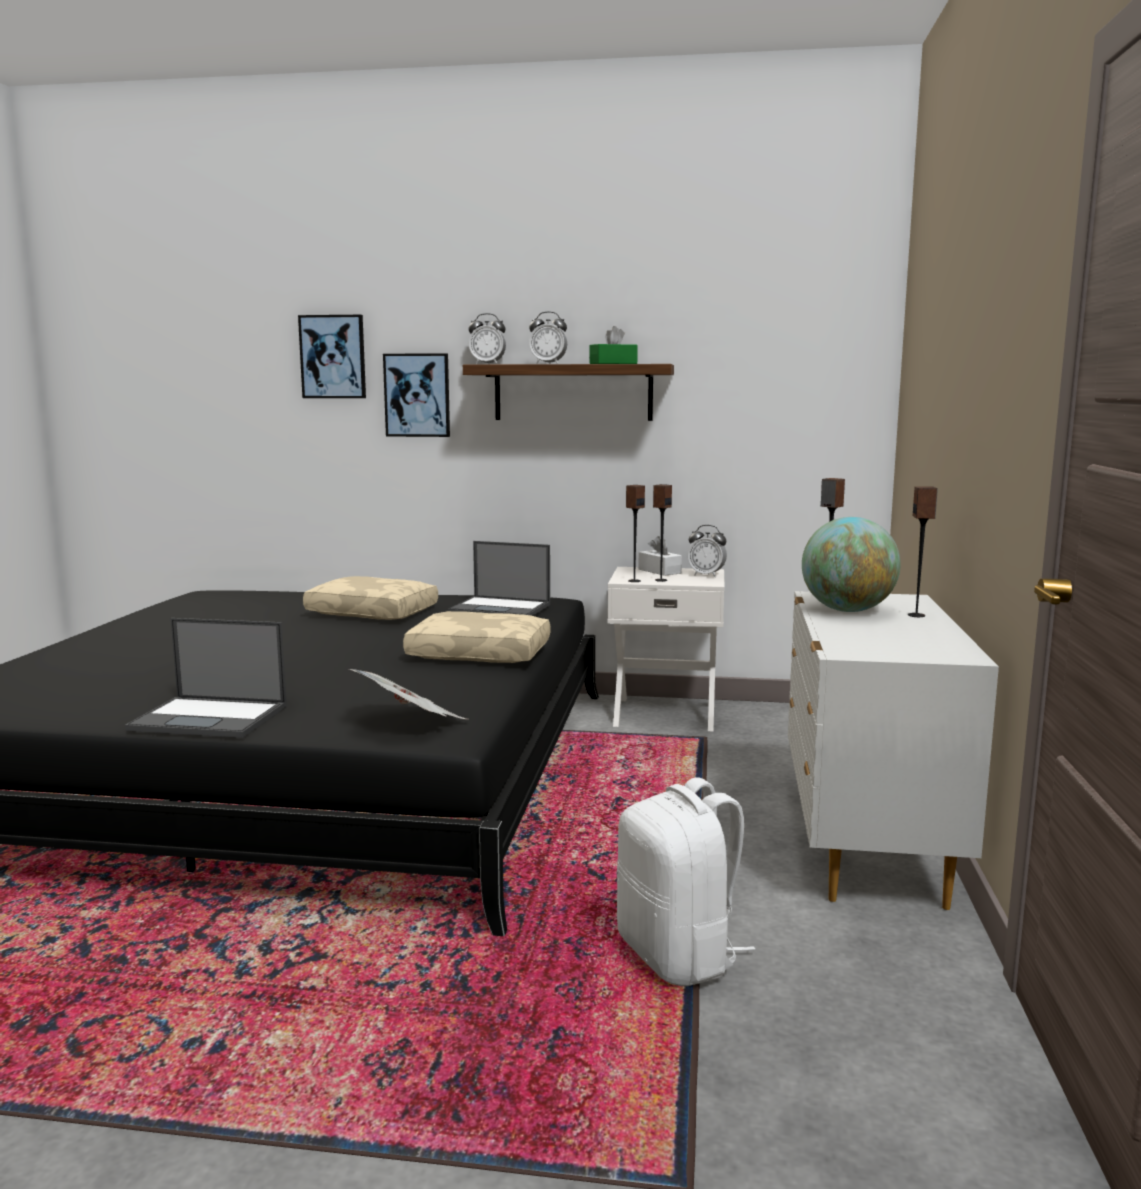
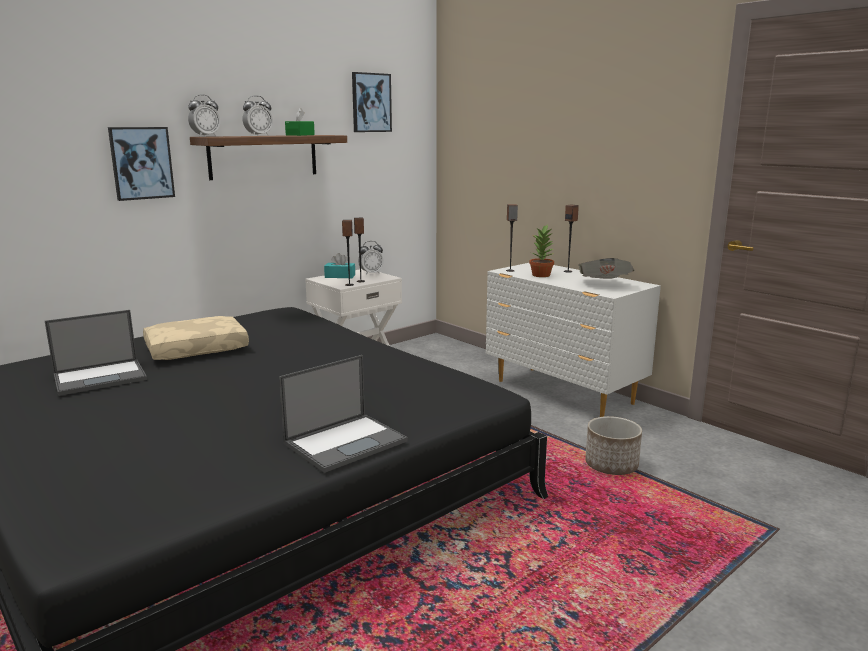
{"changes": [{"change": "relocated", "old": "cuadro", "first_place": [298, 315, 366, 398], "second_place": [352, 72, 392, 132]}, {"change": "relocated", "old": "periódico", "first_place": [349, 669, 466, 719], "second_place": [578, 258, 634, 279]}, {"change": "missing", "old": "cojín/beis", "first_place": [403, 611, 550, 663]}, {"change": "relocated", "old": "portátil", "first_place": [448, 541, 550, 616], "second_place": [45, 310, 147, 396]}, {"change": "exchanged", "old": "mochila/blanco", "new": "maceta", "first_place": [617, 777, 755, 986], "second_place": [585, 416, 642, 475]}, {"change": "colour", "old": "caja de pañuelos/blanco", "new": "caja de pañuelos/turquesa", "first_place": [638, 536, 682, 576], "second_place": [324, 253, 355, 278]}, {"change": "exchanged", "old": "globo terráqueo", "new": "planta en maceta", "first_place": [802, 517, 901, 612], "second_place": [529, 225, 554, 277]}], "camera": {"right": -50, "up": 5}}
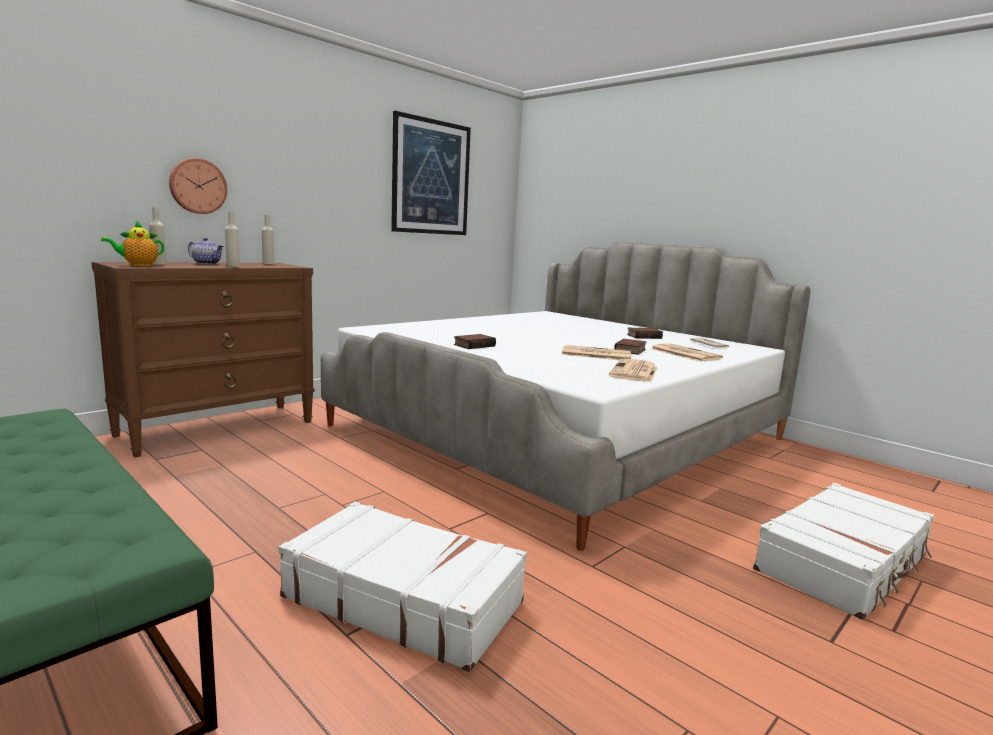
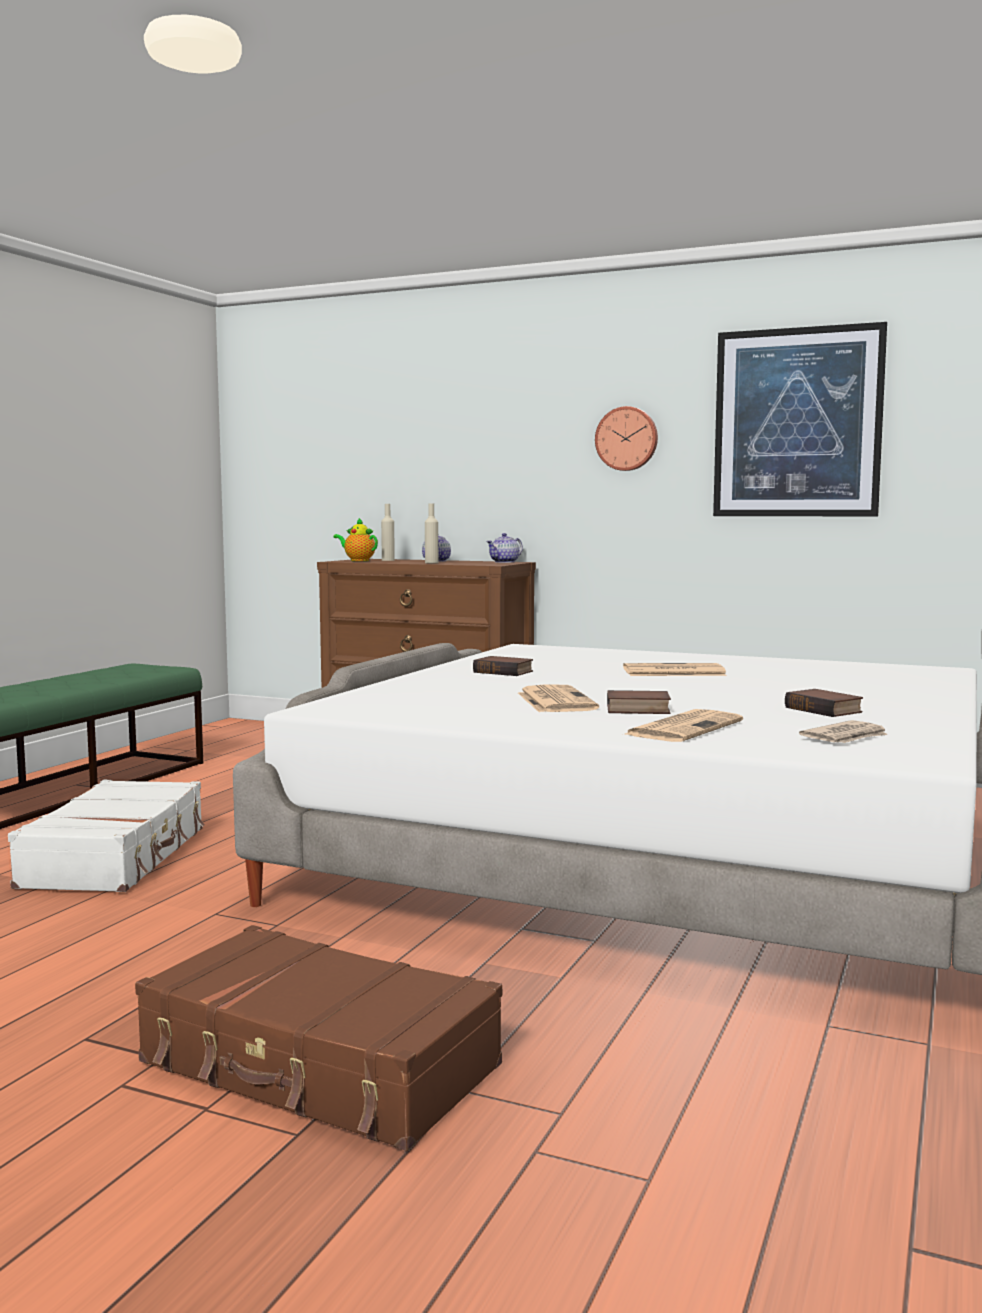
{"changes": [{"change": "relocated", "old": "reloj de pared", "first_place": [169, 158, 227, 214], "second_place": [595, 406, 658, 471]}, {"change": "exchanged", "old": "botella/beis", "new": "tetera", "first_place": [262, 215, 274, 264], "second_place": [486, 533, 523, 563]}, {"change": "relocated", "old": "periódico", "first_place": [609, 358, 658, 382], "second_place": [623, 663, 727, 676]}, {"change": "colour", "old": "maleta/blanco", "new": "maleta/marrón", "first_place": [753, 483, 934, 620], "second_place": [135, 925, 502, 1151]}], "camera": {"right": 70, "up": -5}}
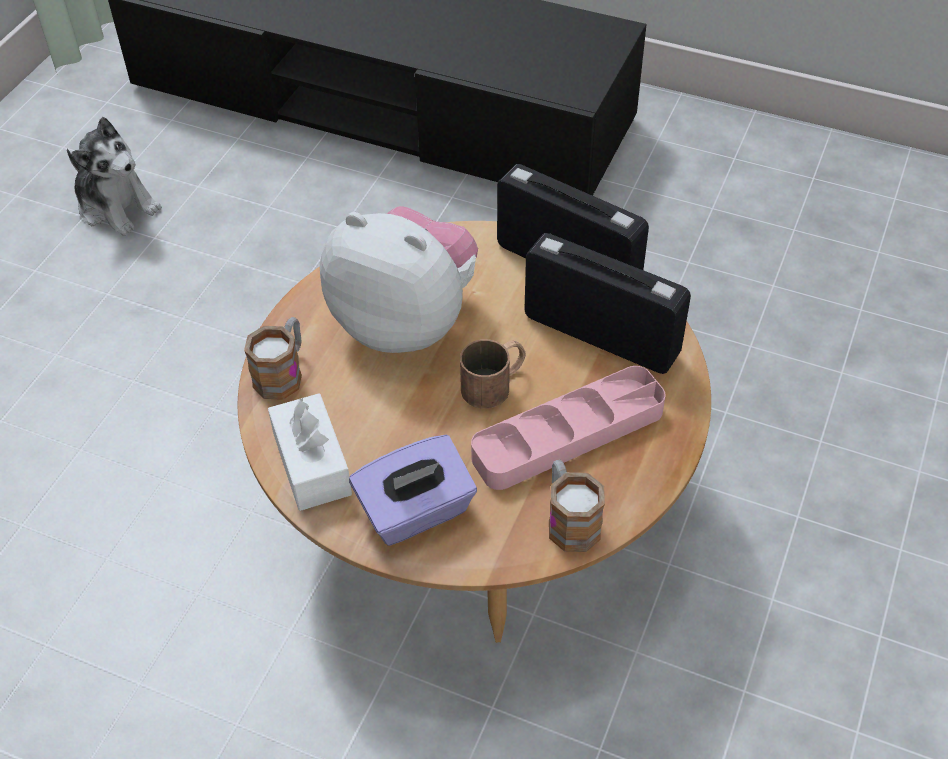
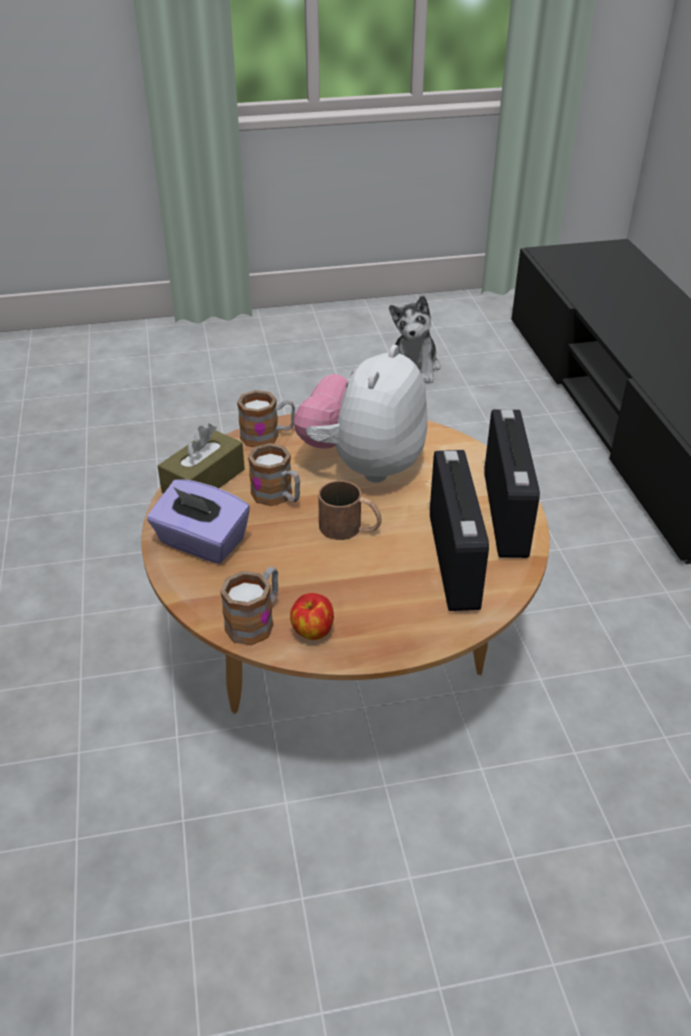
{"changes": [{"change": "colour", "old": "caja de pañuelos/blanco", "new": "caja de pañuelos/marrón", "first_place": [268, 393, 352, 511], "second_place": [158, 424, 245, 494]}, {"change": "spun", "old": "peluche", "first_place": [320, 206, 478, 353], "second_place": [294, 345, 427, 483], "degrees": -150}, {"change": "missing", "old": "bandeja/rosa", "first_place": [471, 366, 665, 490]}, {"change": "appeared", "new": "taza grande", "second_place": [248, 443, 300, 506]}, {"change": "appeared", "new": "manzana", "second_place": [290, 593, 334, 640]}], "camera": {"right": 55, "up": -10}}
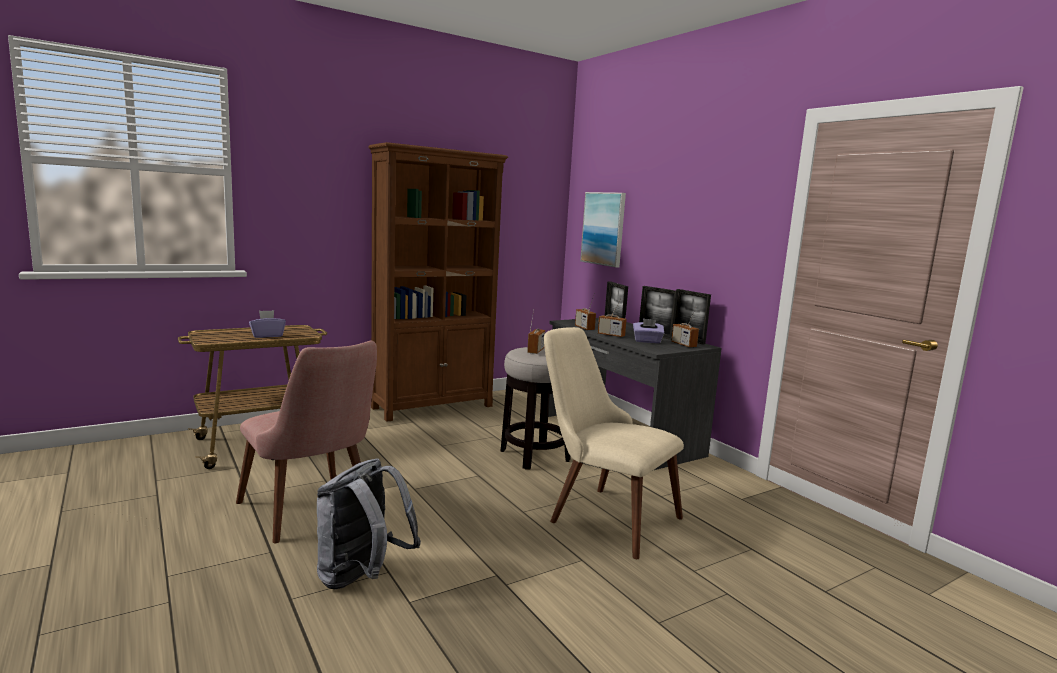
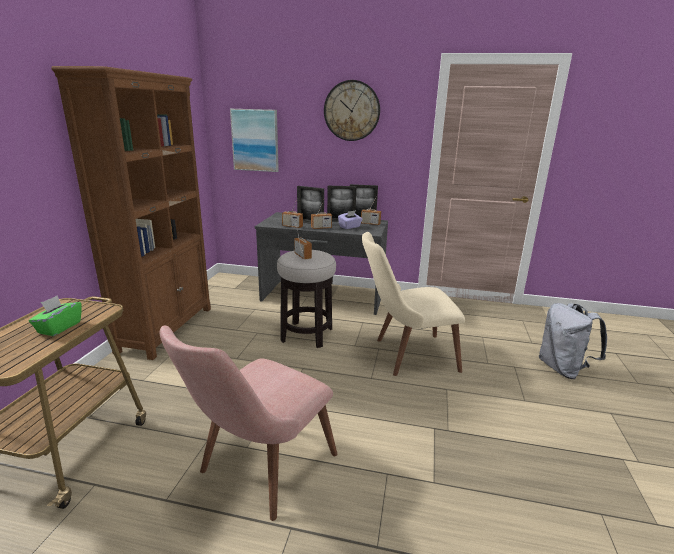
{"changes": [{"change": "spun", "old": "silla/rosa", "first_place": [236, 340, 377, 543], "second_place": [159, 325, 337, 521], "degrees": 120}, {"change": "colour", "old": "caja de pañuelos/morado", "new": "caja de pañuelos/verde", "first_place": [249, 310, 286, 338], "second_place": [29, 295, 82, 336]}, {"change": "relocated", "old": "mochila/gris", "first_place": [317, 459, 421, 589], "second_place": [539, 303, 607, 379]}, {"change": "appeared", "new": "reloj de pared", "second_place": [324, 80, 380, 141]}], "camera": {"right": -45, "up": 10}}
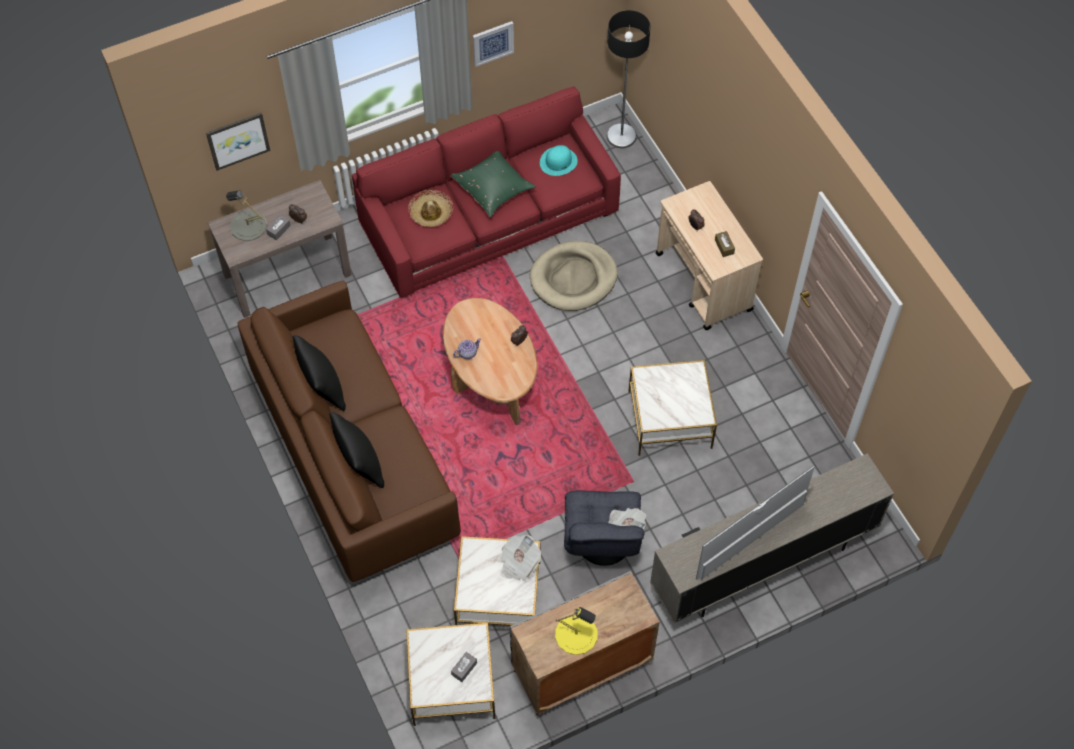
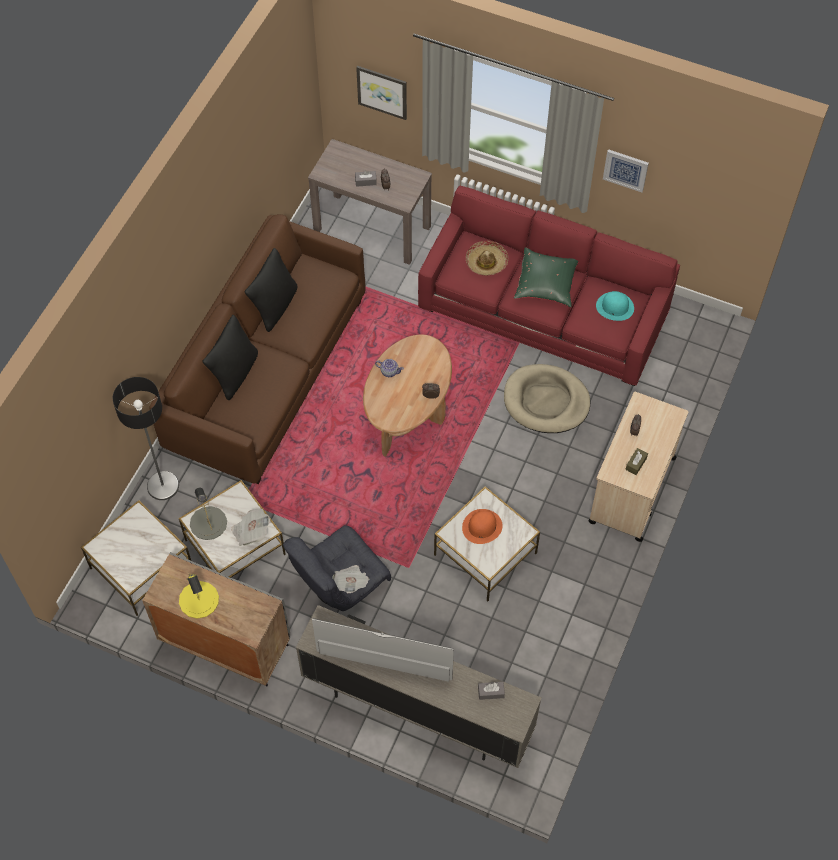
{"changes": [{"change": "relocated", "old": "lámpara de mesa/gris", "first_place": [226, 190, 267, 241], "second_place": [190, 488, 227, 540]}, {"change": "relocated", "old": "caja de pañuelos/gris", "first_place": [451, 652, 477, 682], "second_place": [478, 682, 505, 700]}, {"change": "relocated", "old": "lámpara de pie", "first_place": [607, 10, 651, 148], "second_place": [113, 377, 179, 500]}, {"change": "appeared", "new": "sombrero/naranja", "second_place": [462, 509, 503, 544]}], "camera": {"right": 50, "up": 0}}
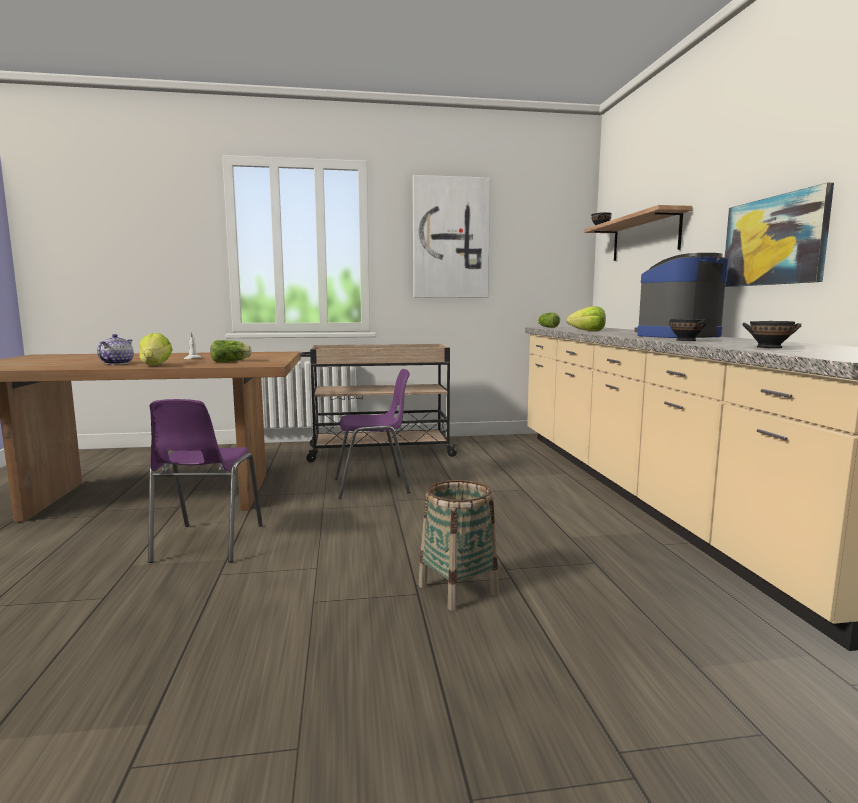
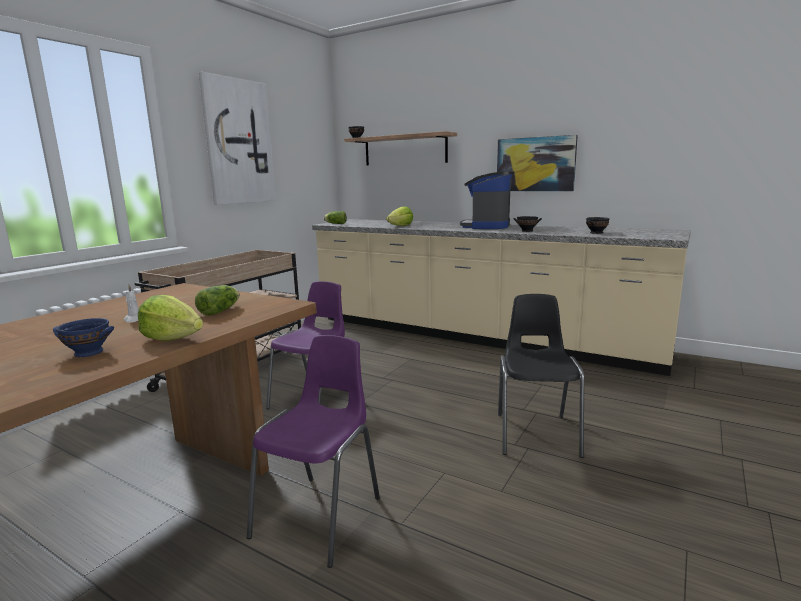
{"changes": [{"change": "exchanged", "old": "tetera", "new": "cuenco/azul", "first_place": [97, 334, 134, 365], "second_place": [53, 318, 114, 357]}, {"change": "spun", "old": "silla/morado", "first_place": [148, 399, 263, 563], "second_place": [247, 335, 380, 568], "degrees": -105}, {"change": "exchanged", "old": "cesta", "new": "silla/negro", "first_place": [419, 480, 499, 611], "second_place": [498, 294, 584, 458]}], "camera": {"right": -50, "up": 5}}
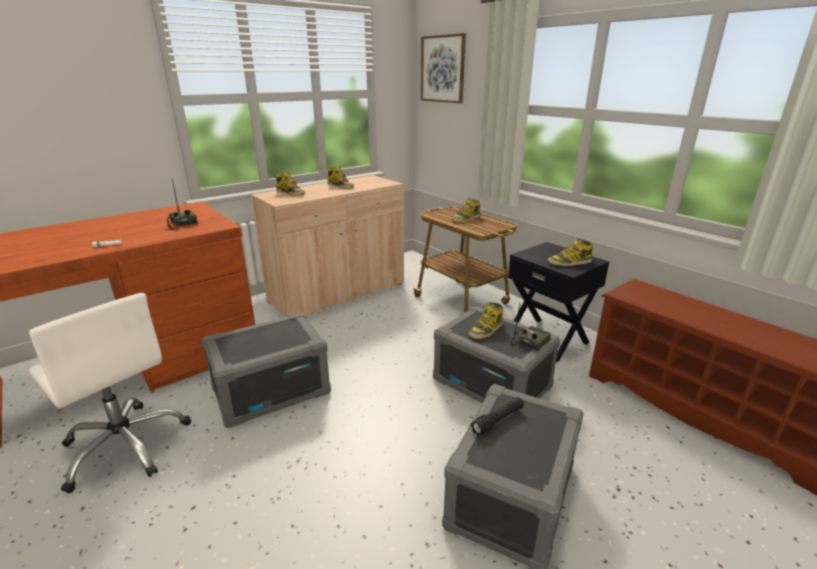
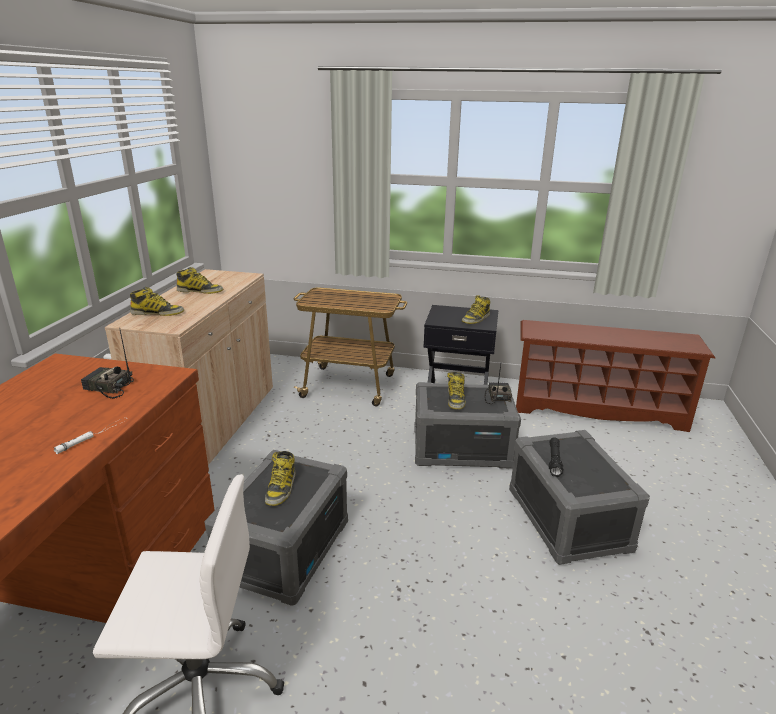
{"changes": [{"change": "missing", "old": "cuadro", "first_place": [421, 33, 466, 103]}, {"change": "relocated", "old": "bota", "first_place": [452, 198, 480, 222], "second_place": [265, 451, 295, 506]}], "camera": {"right": -40, "up": 0}}
